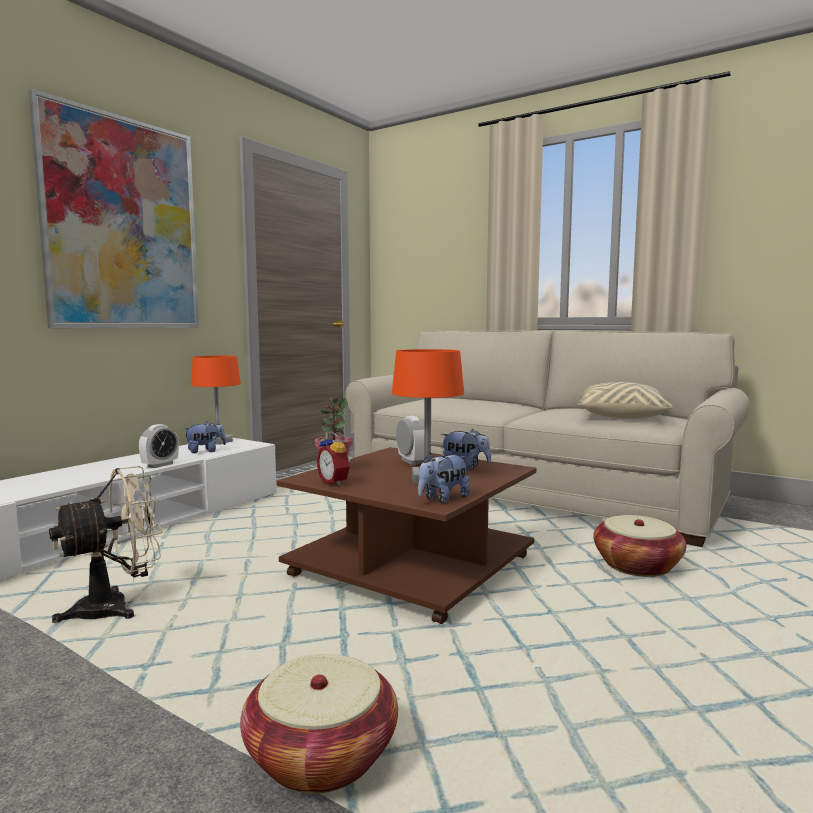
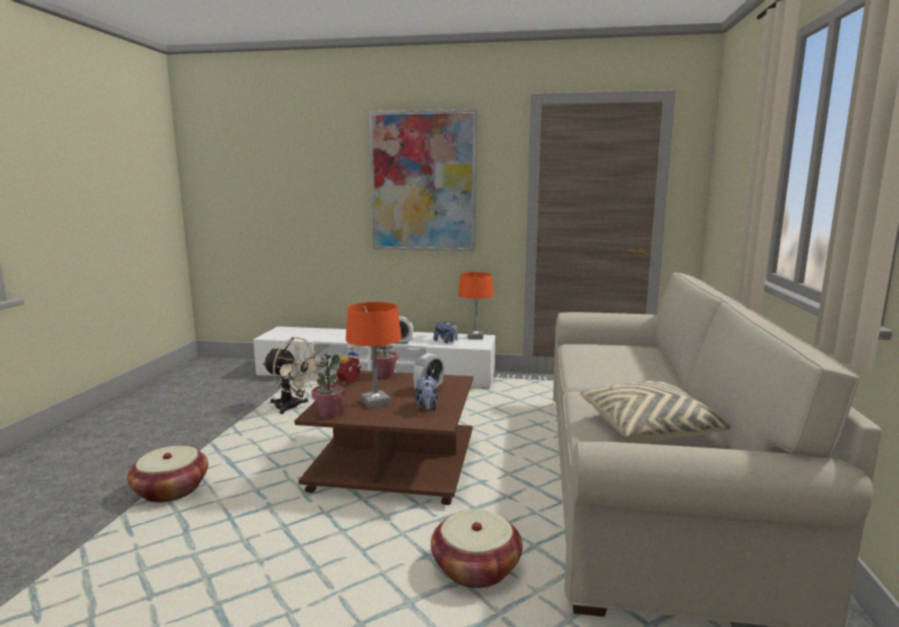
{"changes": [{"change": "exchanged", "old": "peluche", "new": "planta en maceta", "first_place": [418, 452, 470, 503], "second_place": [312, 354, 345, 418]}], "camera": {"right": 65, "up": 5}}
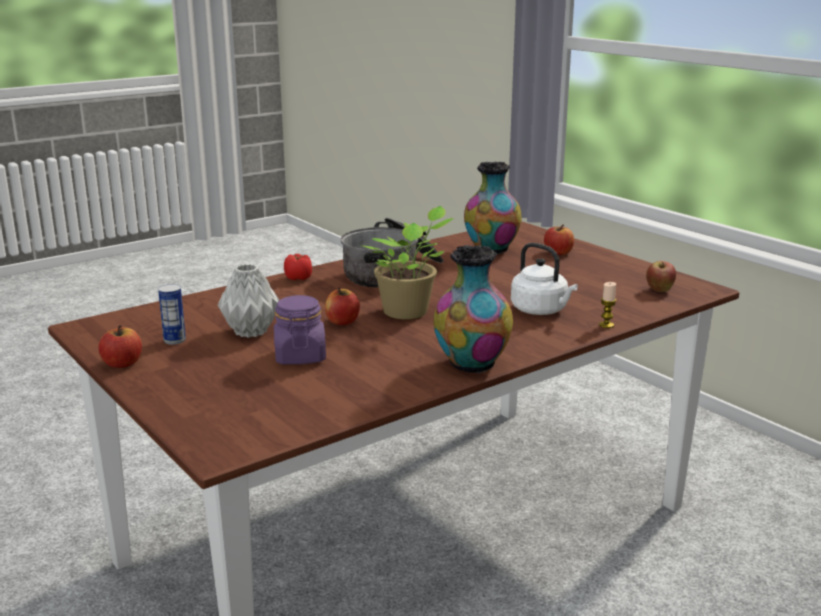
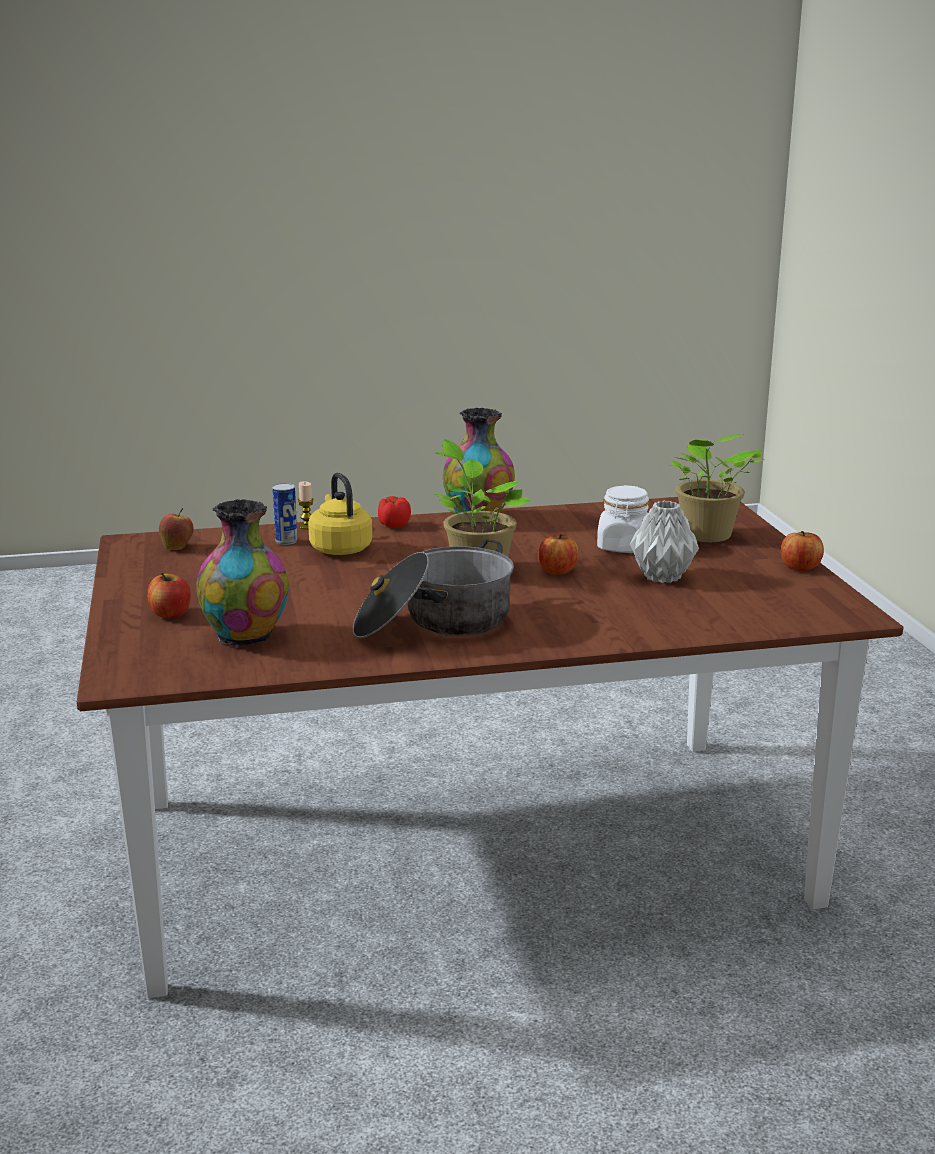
{"changes": [{"change": "relocated", "old": "lata", "first_place": [158, 284, 186, 345], "second_place": [272, 483, 298, 545]}, {"change": "colour", "old": "tarro/morado", "new": "tarro/blanco", "first_place": [274, 295, 326, 365], "second_place": [597, 485, 650, 553]}, {"change": "relocated", "old": "tomate", "first_place": [284, 254, 312, 280], "second_place": [378, 496, 411, 527]}, {"change": "colour", "old": "hervidor/blanco", "new": "hervidor/amarillo", "first_place": [511, 243, 578, 315], "second_place": [308, 472, 372, 555]}, {"change": "appeared", "new": "planta en maceta", "second_place": [670, 434, 764, 542]}], "camera": {"right": -155, "up": 0}}
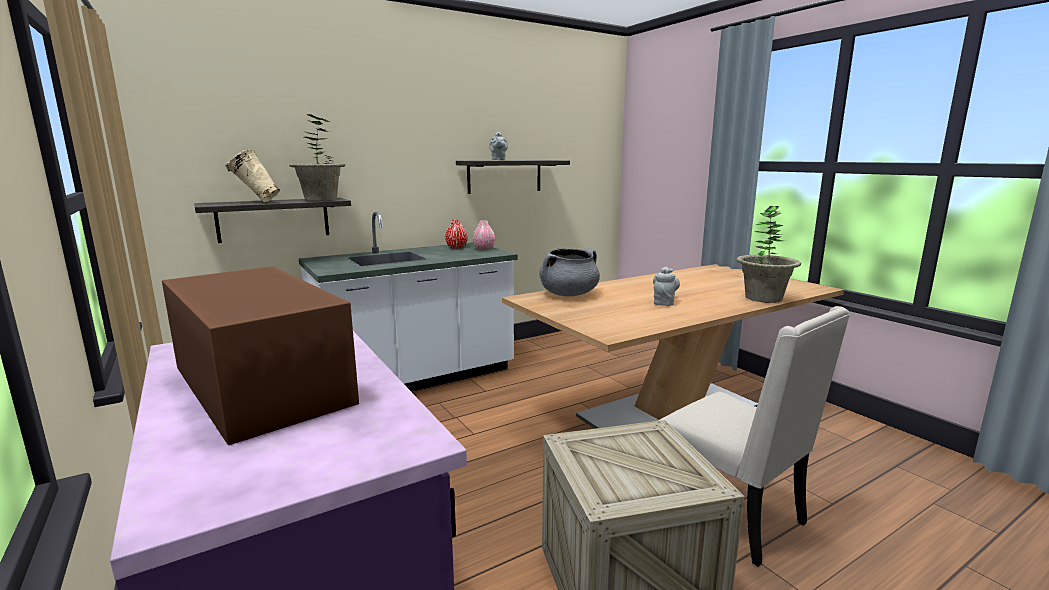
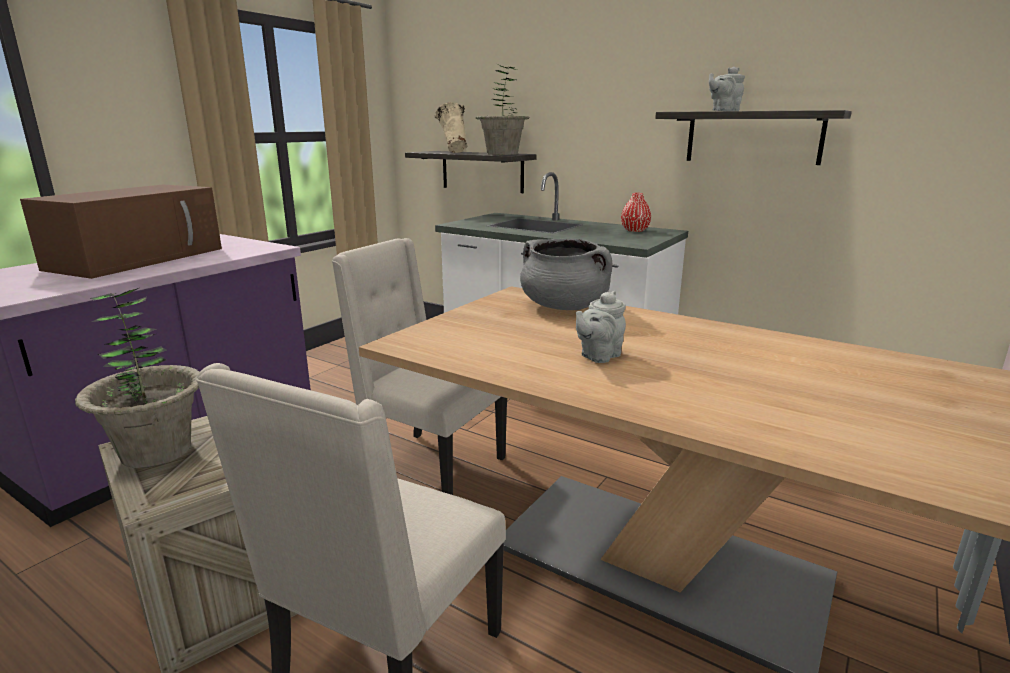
{"changes": [{"change": "missing", "old": "florero/rosa", "first_place": [473, 220, 495, 250]}, {"change": "spun", "old": "tetera/gris", "first_place": [653, 267, 680, 306], "second_place": [576, 291, 626, 363], "degrees": 135}, {"change": "relocated", "old": "planta en maceta", "first_place": [736, 206, 801, 303], "second_place": [75, 288, 200, 468]}, {"change": "appeared", "new": "silla/beis", "second_place": [332, 238, 507, 495]}], "camera": {"right": 65, "up": 5}}
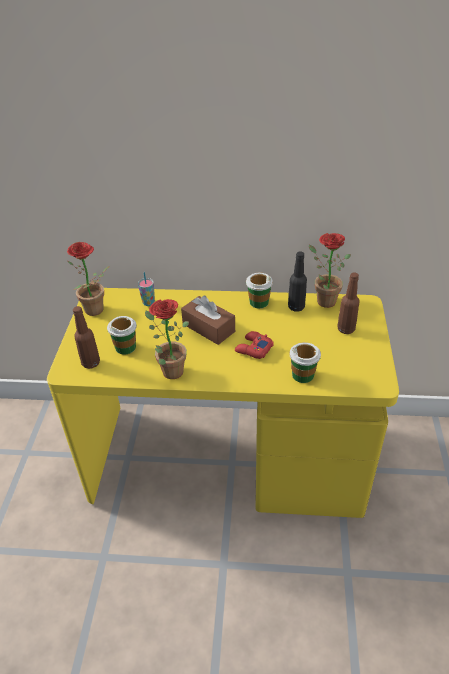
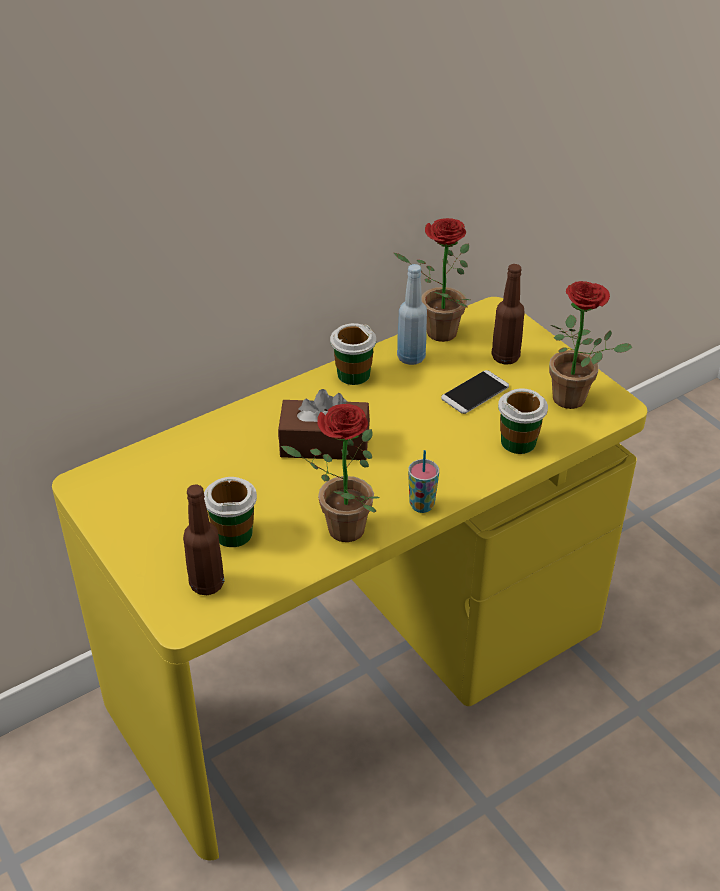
{"changes": [{"change": "relocated", "old": "planta en maceta", "first_place": [67, 242, 109, 316], "second_place": [549, 281, 632, 409]}, {"change": "relocated", "old": "taza", "first_place": [138, 272, 155, 306], "second_place": [408, 450, 439, 513]}, {"change": "missing", "old": "mando de consola/rojo", "first_place": [235, 331, 274, 359]}, {"change": "colour", "old": "botella/negro", "new": "botella/azul", "first_place": [288, 251, 307, 312], "second_place": [397, 264, 427, 365]}, {"change": "appeared", "new": "móvil", "second_place": [441, 370, 509, 414]}], "camera": {"right": -40, "up": 0}}
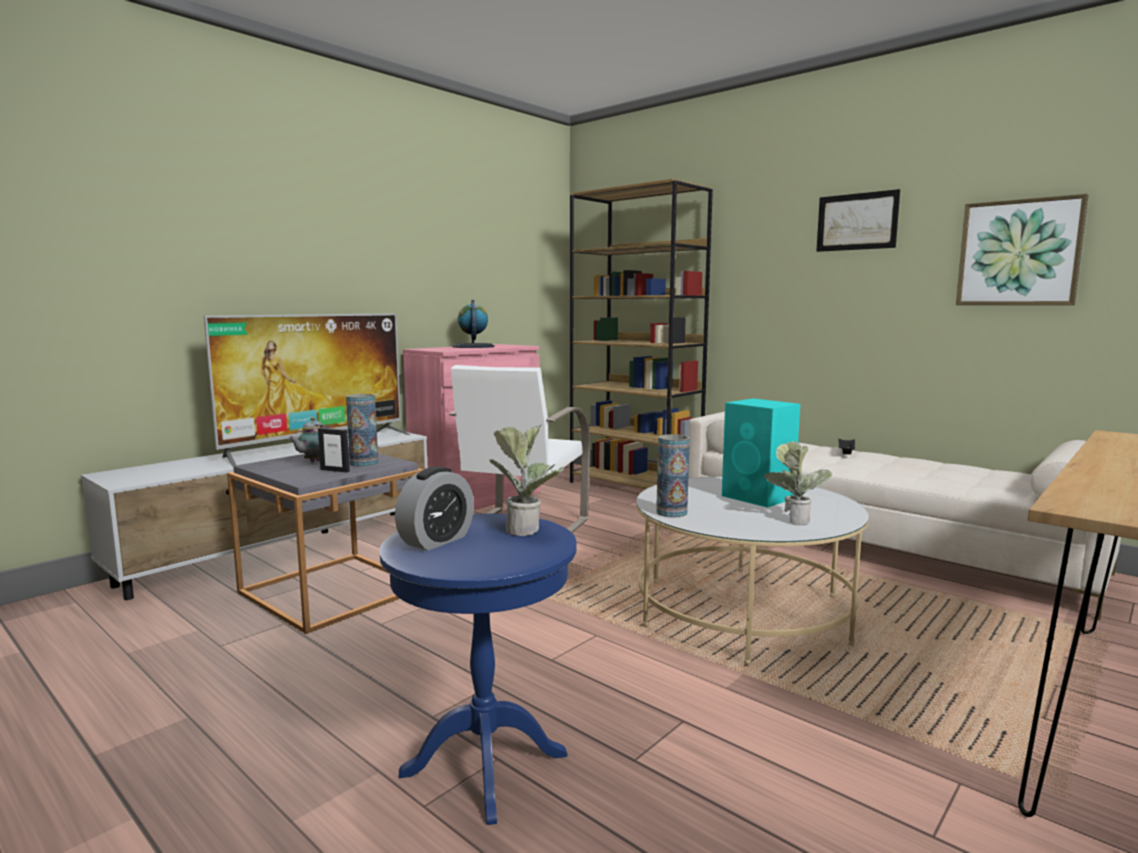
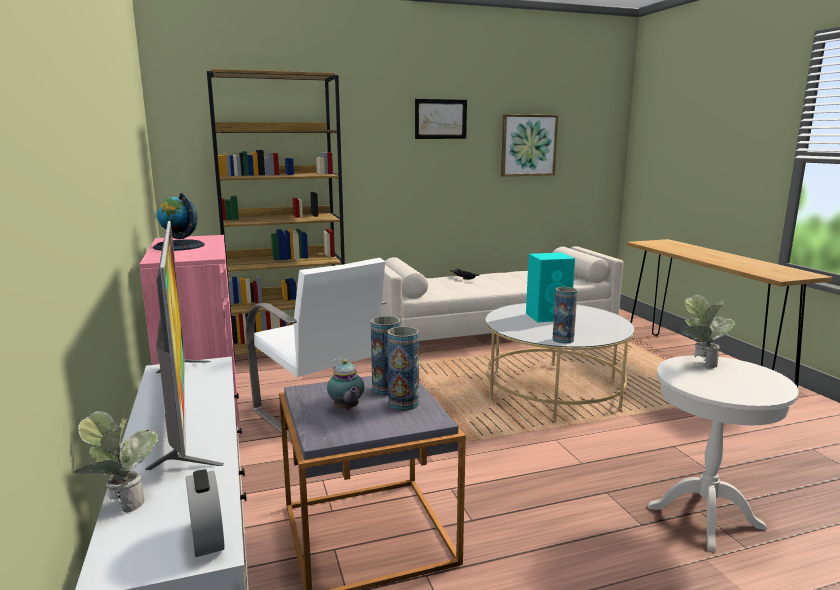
{"changes": [{"change": "exchanged", "old": "portarretratos", "new": "florero", "first_place": [318, 428, 350, 473], "second_place": [387, 326, 419, 411]}, {"change": "colour", "old": "mesa auxiliar/azul", "new": "mesa auxiliar/blanco", "first_place": [380, 513, 577, 825], "second_place": [648, 355, 799, 552]}, {"change": "relocated", "old": "despertador", "first_place": [395, 466, 474, 551], "second_place": [186, 469, 224, 557]}, {"change": "relocated", "old": "planta en maceta", "first_place": [764, 441, 832, 525], "second_place": [73, 411, 159, 512]}], "camera": {"right": -60, "up": 5}}
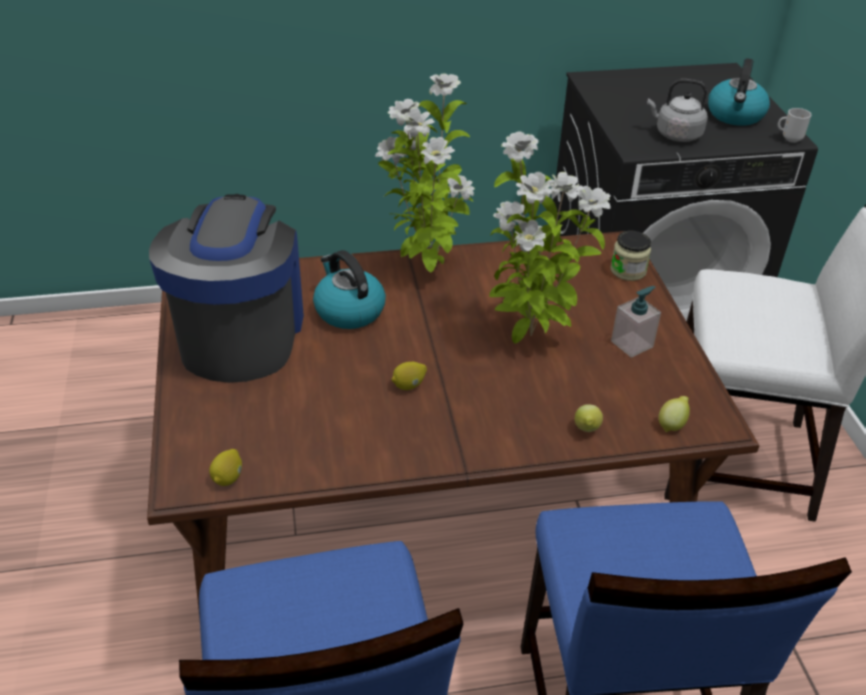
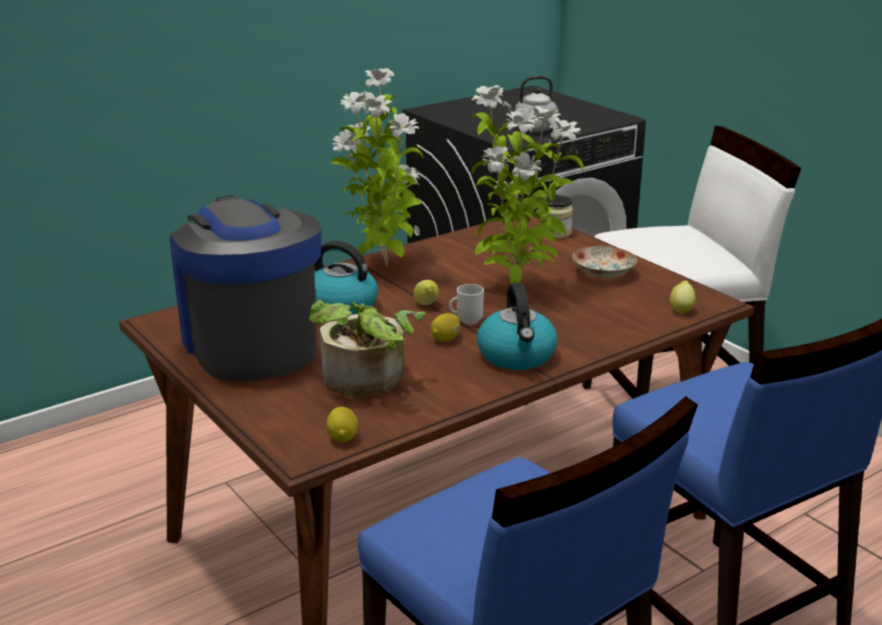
{"changes": [{"change": "relocated", "old": "limón", "first_place": [575, 404, 603, 432], "second_place": [414, 280, 439, 305]}, {"change": "exchanged", "old": "dispensador de jabón", "new": "plato", "first_place": [611, 286, 661, 358], "second_place": [573, 246, 637, 278]}, {"change": "relocated", "old": "hervidor", "first_place": [708, 58, 770, 126], "second_place": [477, 283, 558, 370]}, {"change": "relocated", "old": "taza grande", "first_place": [778, 108, 811, 143], "second_place": [449, 284, 484, 325]}, {"change": "appeared", "new": "planta en maceta", "second_place": [309, 300, 426, 397]}], "camera": {"right": -25, "up": -15}}
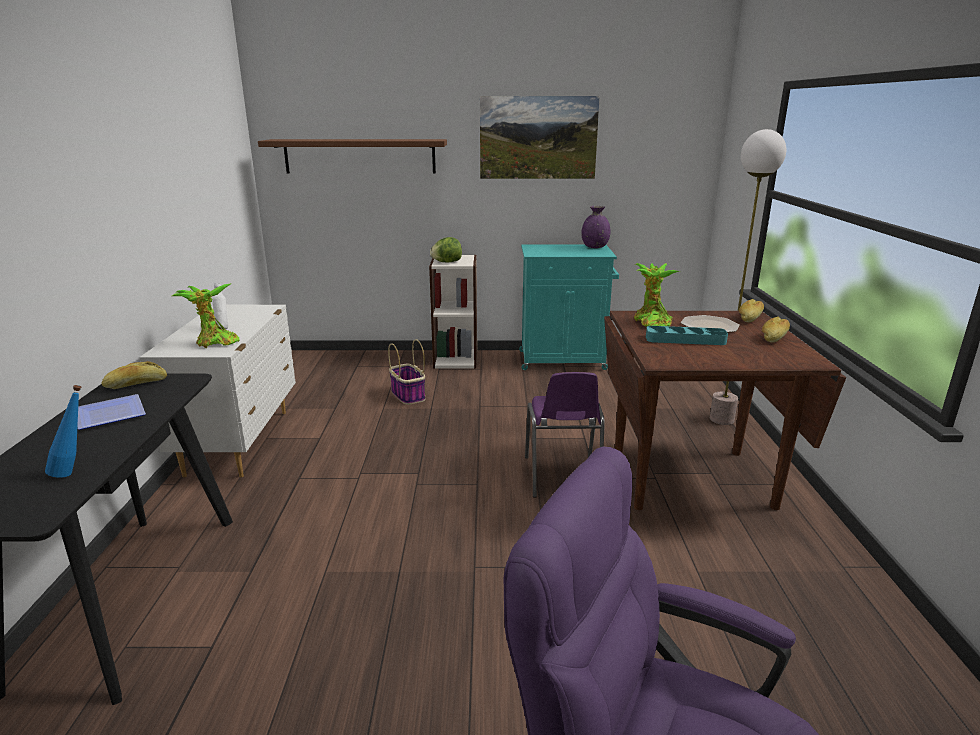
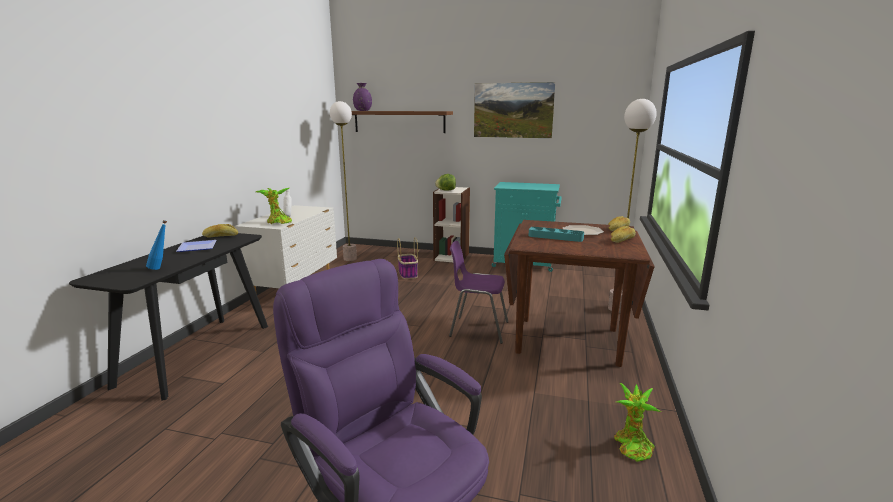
{"changes": [{"change": "spun", "old": "silla/morado", "first_place": [525, 372, 605, 498], "second_place": [449, 241, 508, 344], "degrees": 90}, {"change": "relocated", "old": "florero/morado", "first_place": [581, 206, 611, 248], "second_place": [353, 83, 372, 111]}, {"change": "relocated", "old": "planta en maceta", "first_place": [634, 263, 680, 327], "second_place": [614, 383, 661, 462]}, {"change": "appeared", "new": "lámpara de pie", "second_place": [330, 101, 357, 261]}], "camera": {"right": 15, "up": -5}}
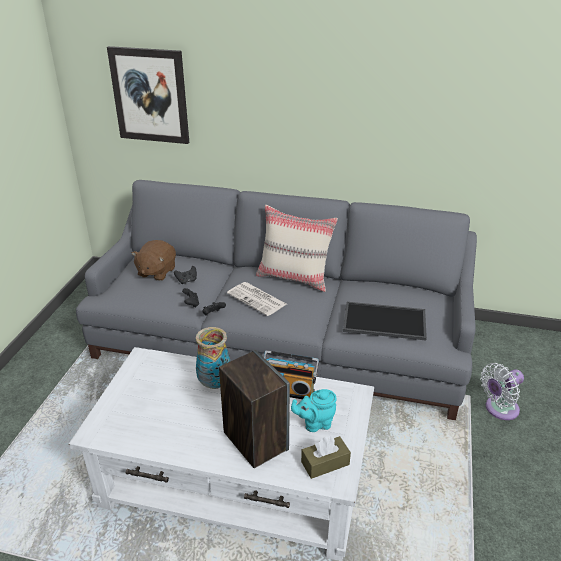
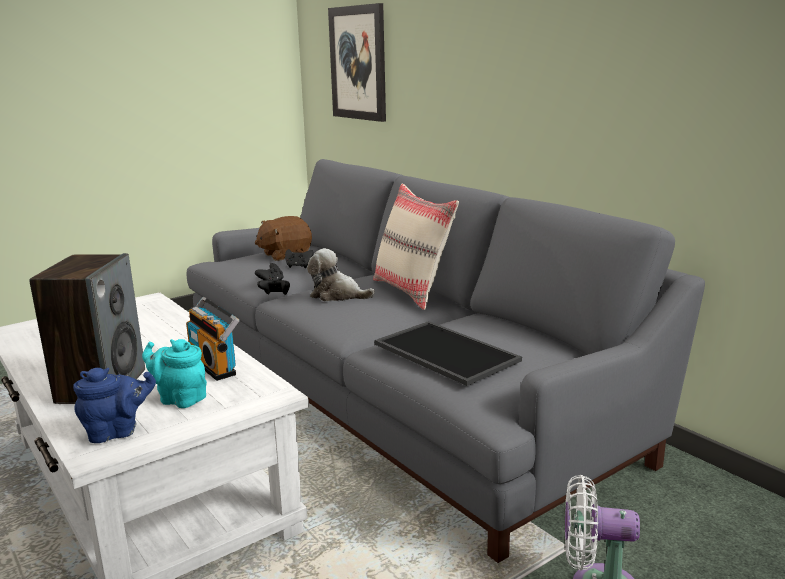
{"changes": [{"change": "missing", "old": "florero", "first_place": [196, 327, 230, 389]}, {"change": "exchanged", "old": "periódico", "new": "peluche", "first_place": [227, 282, 287, 316], "second_place": [307, 248, 375, 301]}, {"change": "exchanged", "old": "caja de pañuelos/marrón", "new": "tetera/azul", "first_place": [301, 435, 351, 479], "second_place": [73, 368, 156, 443]}], "camera": {"right": 40, "up": -15}}
